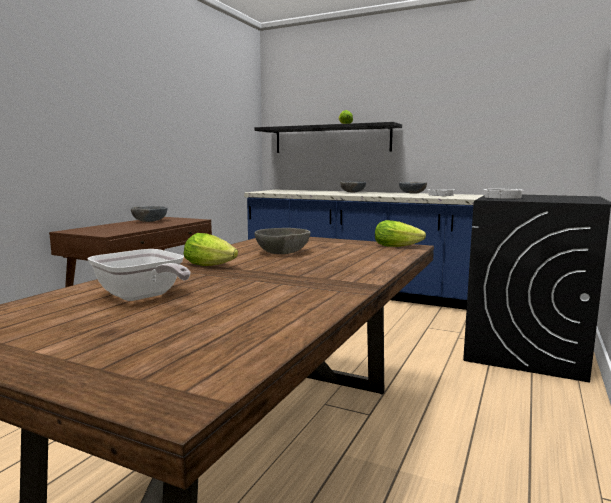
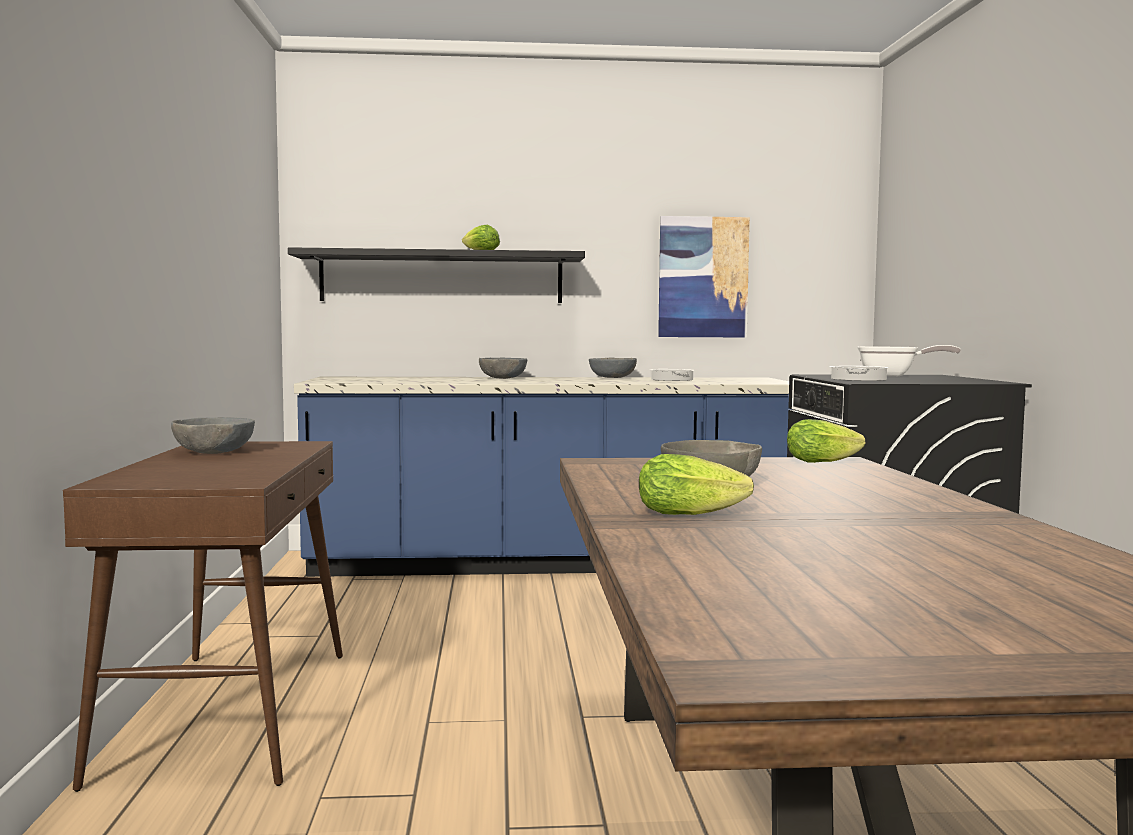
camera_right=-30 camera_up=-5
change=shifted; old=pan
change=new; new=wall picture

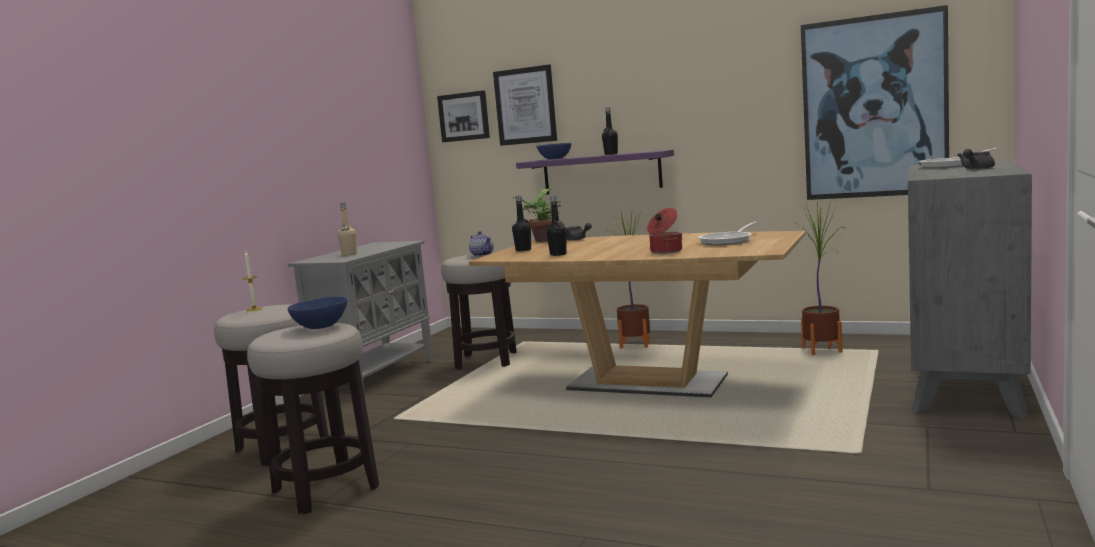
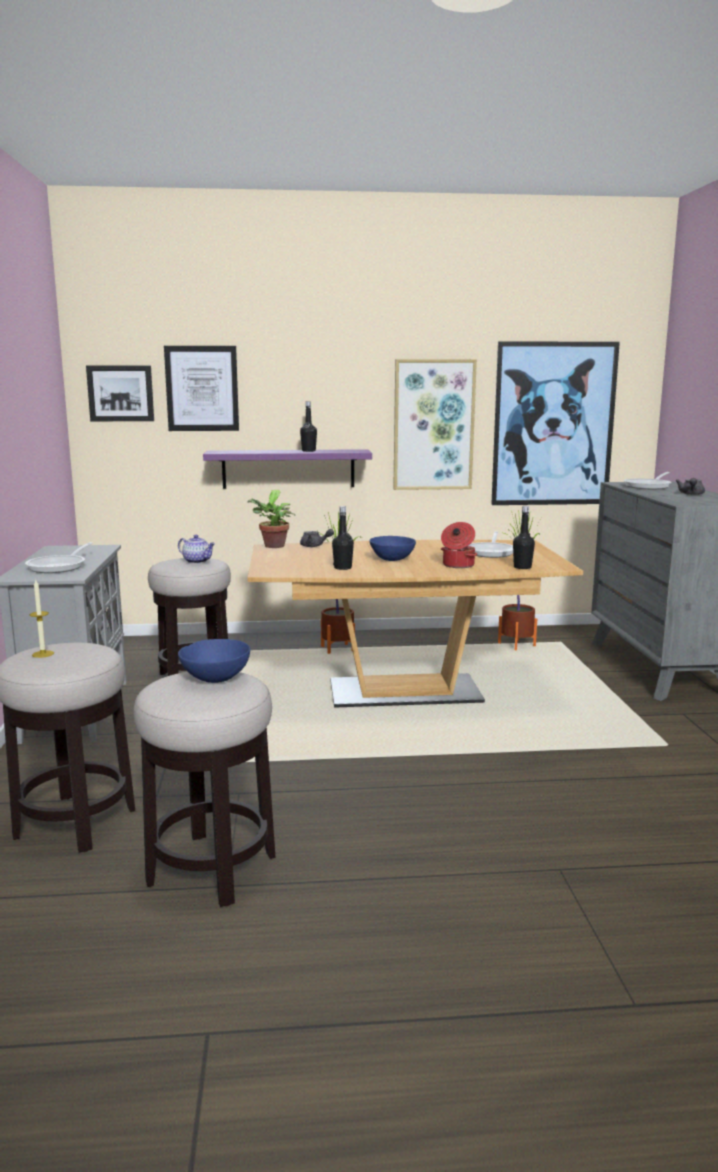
camera_right=-30 camera_up=5
change=swapped; old=beige beverage bottle; new=pan (no. 1 from left)
change=shifted; old=black beverage bottle (no. 1 from left in the first image); new=black beverage bottle (no. 3 from left)
change=shifted; old=bluish deep dish (no. 2 from left)
change=new; new=wall picture (no. 3 from left)

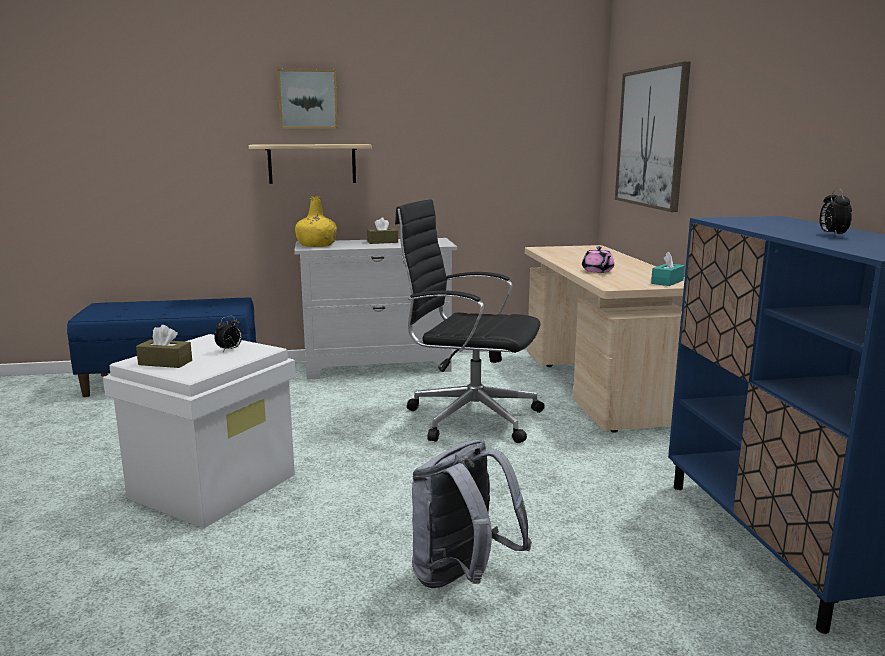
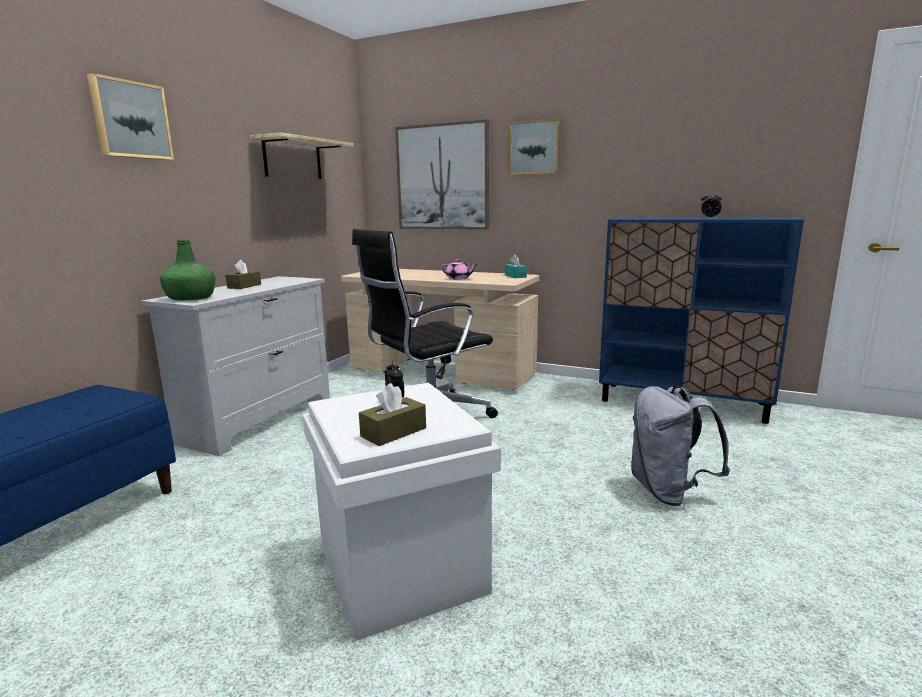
camera_right=-55 camera_up=0
change=shifted; old=shelf
change=repainted; old=yellow beverage bottle; new=greenish beverage bottle
change=new; new=wall picture (no. 3 from left)

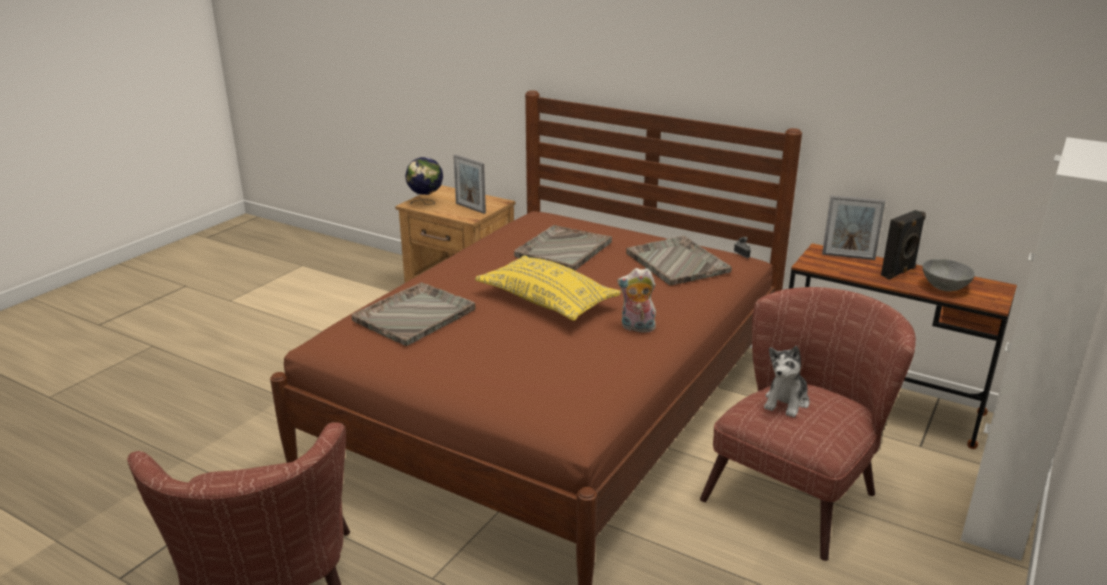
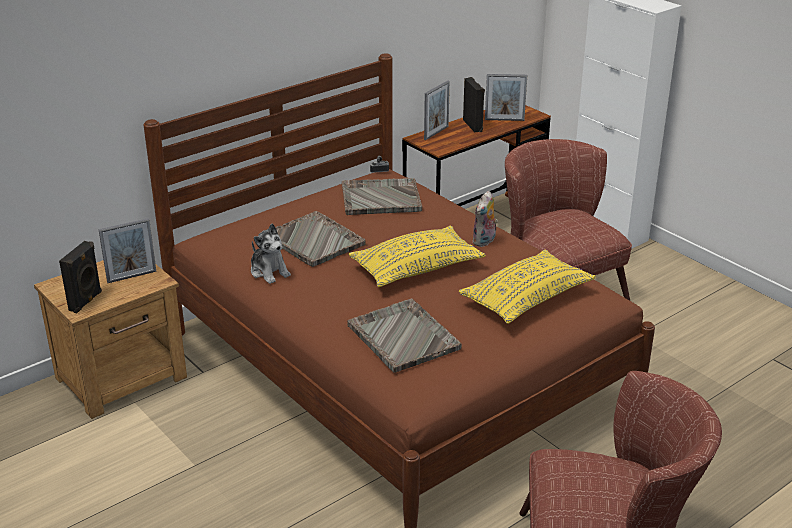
camera_right=-70 camera_up=5
change=swapped; old=world globe; new=black speaker (no. 1 from left)
change=shifted; old=cuddly toy (no. 2 from left in the first image); new=cuddly toy (no. 1 from left)
change=swapped; old=greyish deep dish; new=picture frame (no. 3 from left)
change=new; new=yellow throw pillow (no. 2 from left)

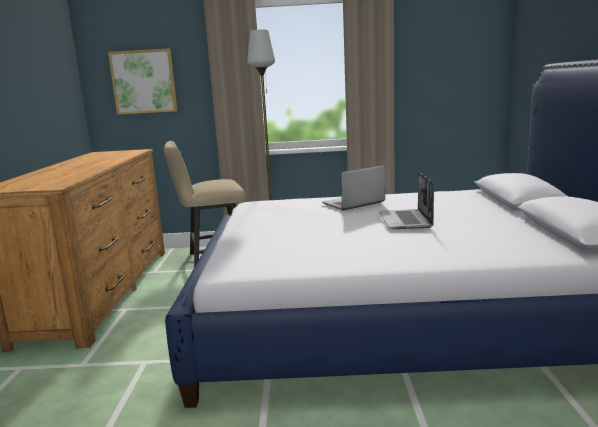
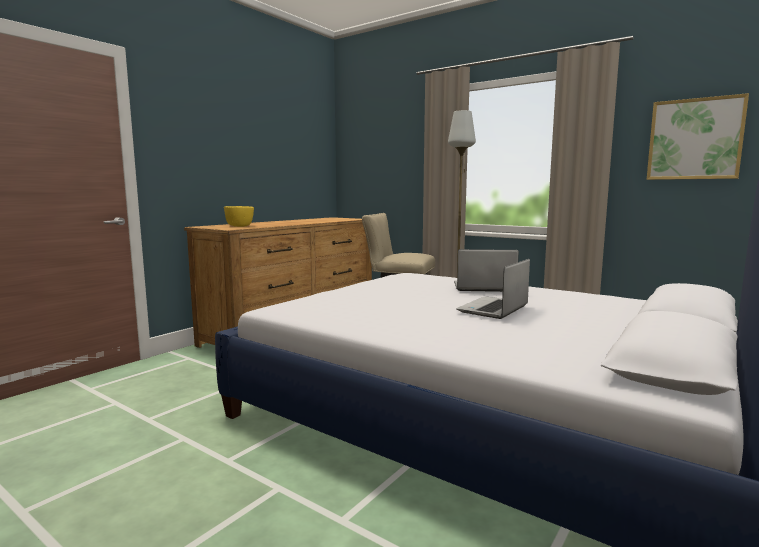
camera_right=35 camera_up=-5
change=shifted; old=wall picture
change=new; new=yellow deep dish

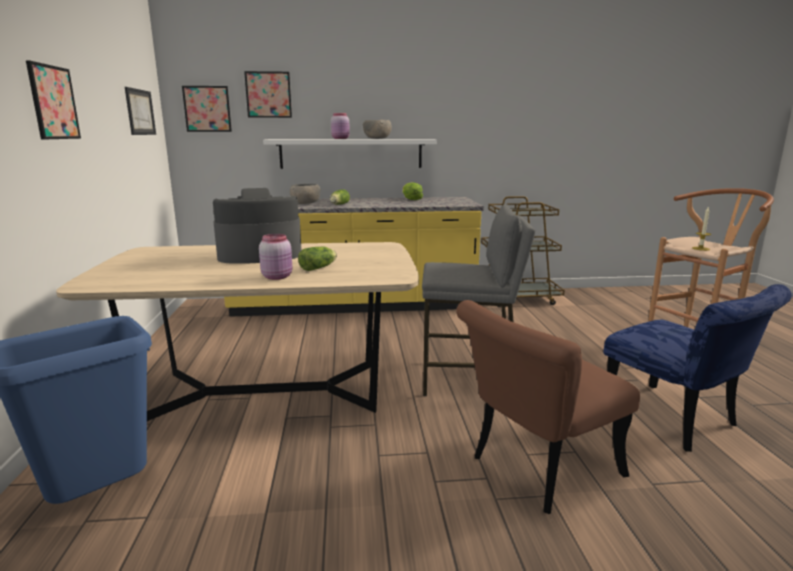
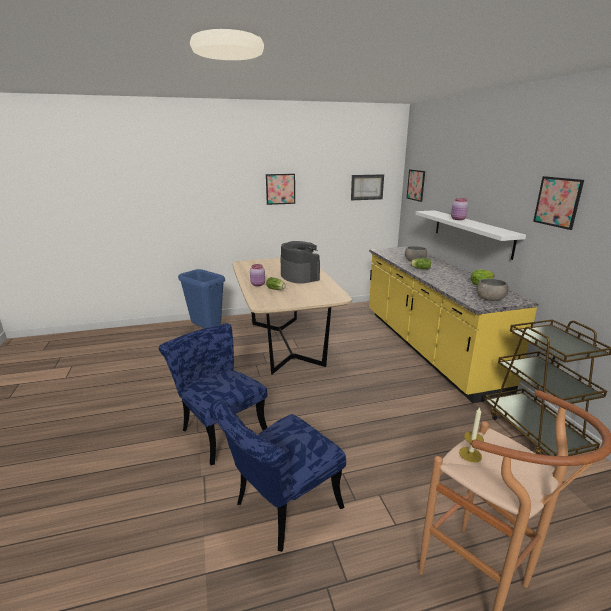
camera_right=80 camera_up=5
change=shifted; old=wall picture (no. 4 from left)
change=shifted; old=greyish deep dish (no. 2 from left)
change=gone; old=greyish stool seat
change=repainted; old=brown chair; new=bluish chair (no. 1 from left)

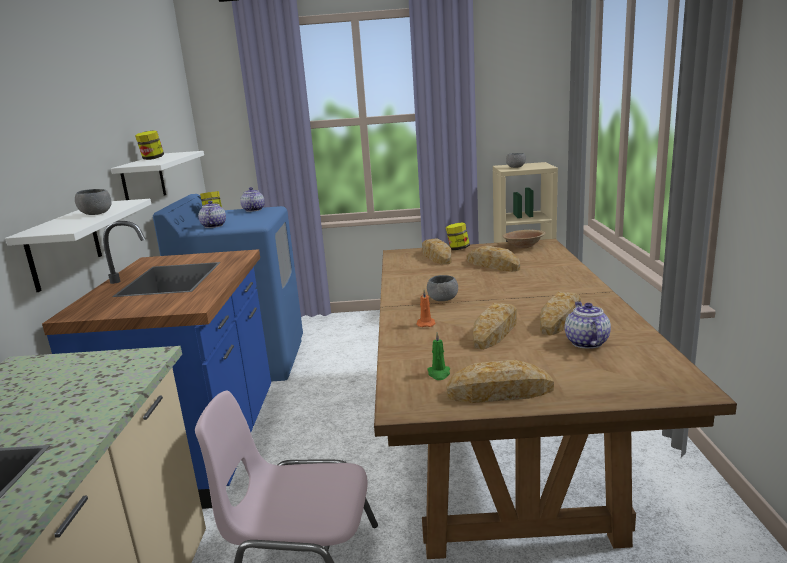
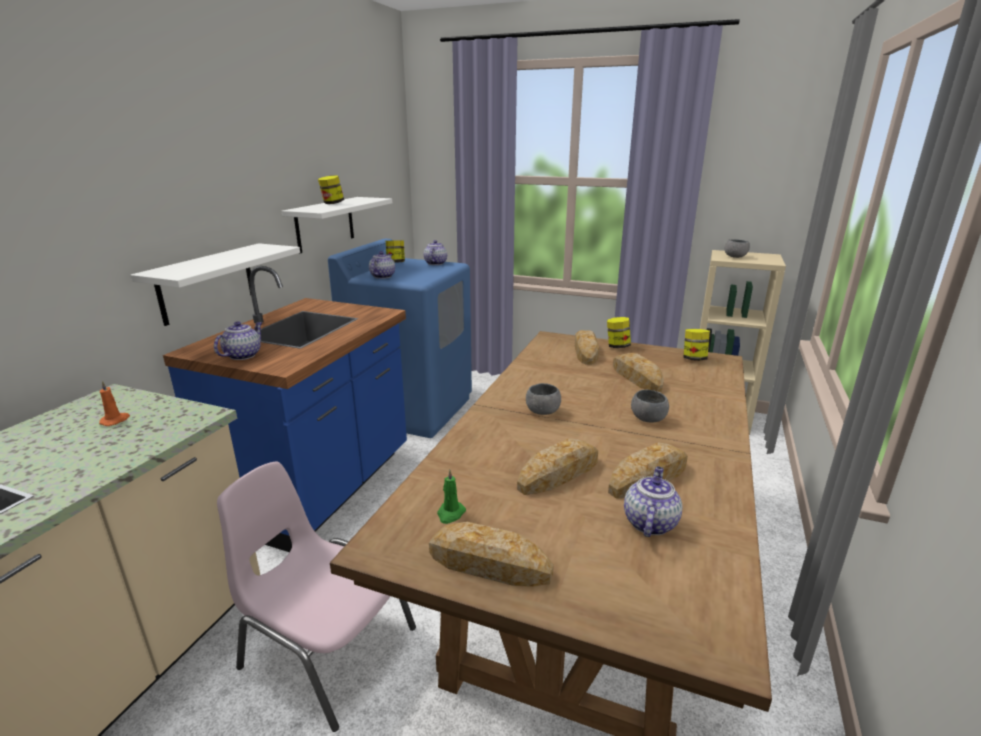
camera_right=20 camera_up=5
change=shifted; old=greyish deep dish (no. 1 from left in the first image); new=greyish deep dish (no. 2 from left)
change=shifted; old=orangey wax light
change=swapped; old=brown deep dish; new=jar (no. 4 from left)
change=new; new=tea pot (no. 1 from left)

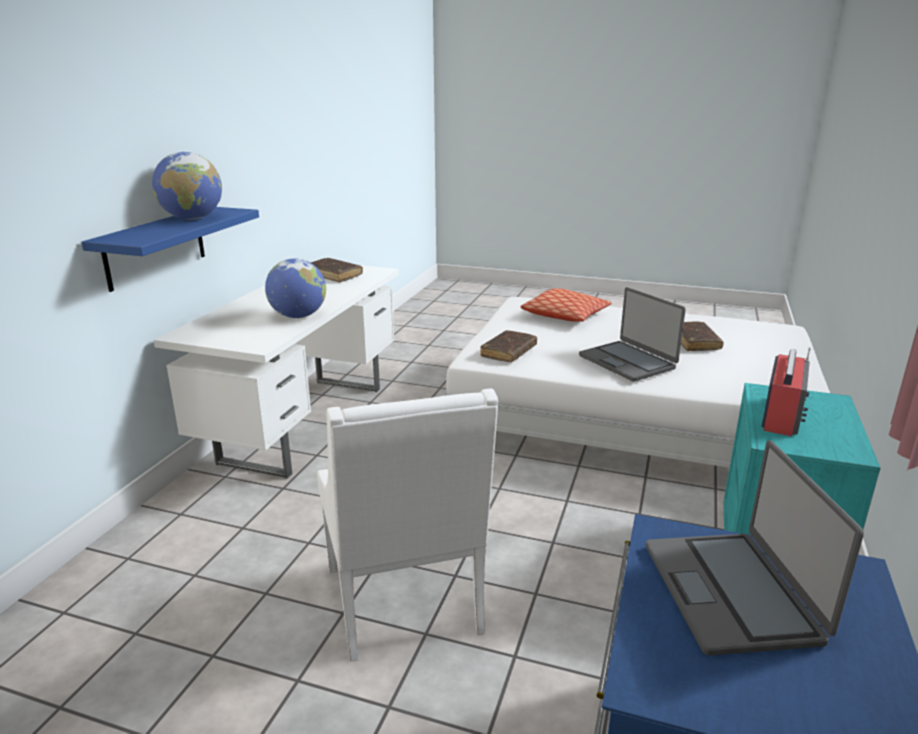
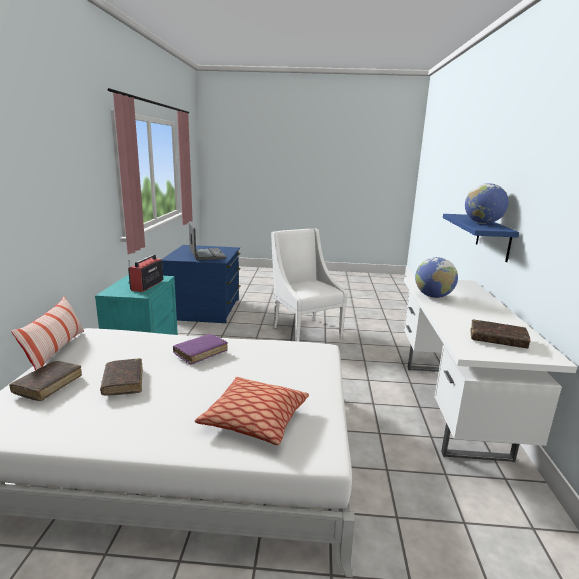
camera_right=165 camera_up=-5
change=shifted; old=brown book (no. 2 from left in the first image); new=brown book (no. 1 from left)
change=swapped; old=portable computer (no. 1 from left); new=purple-coloured book
change=new; new=throw pillow (no. 1 from left)

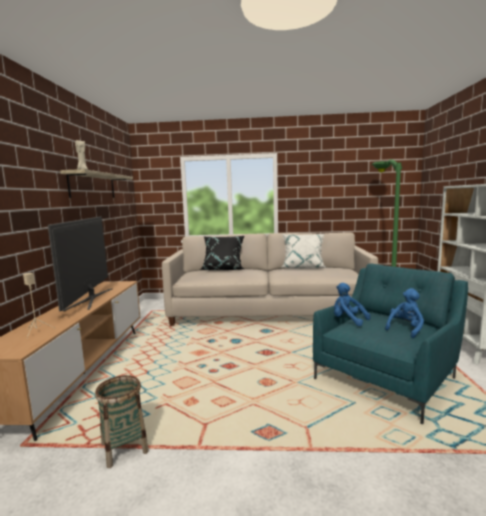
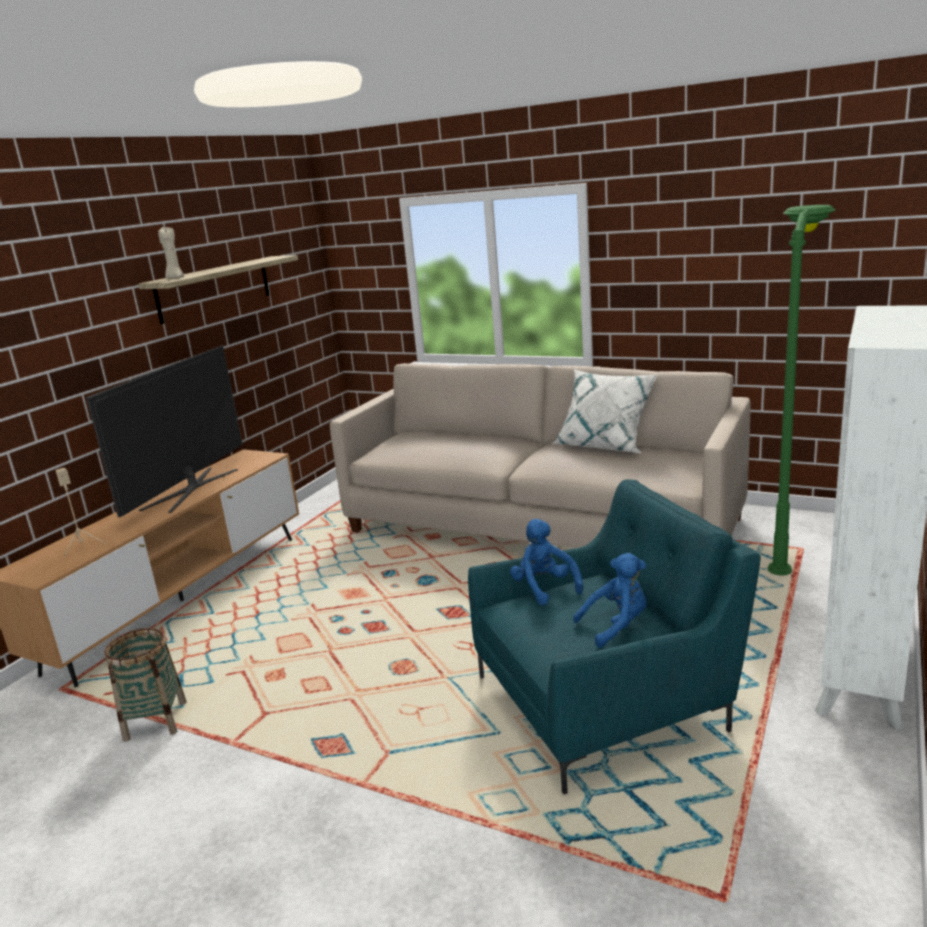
camera_right=25 camera_up=10
change=gone; old=black throw pillow

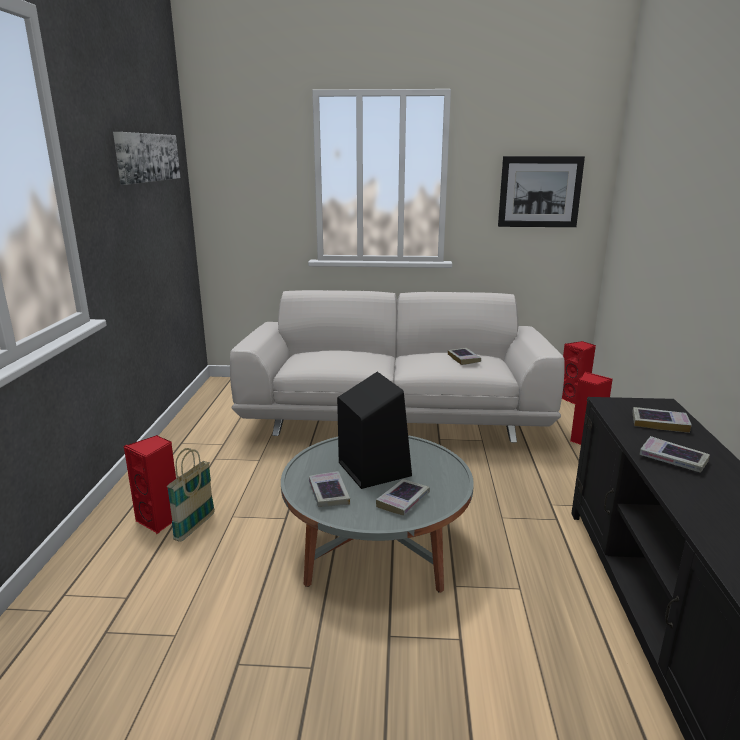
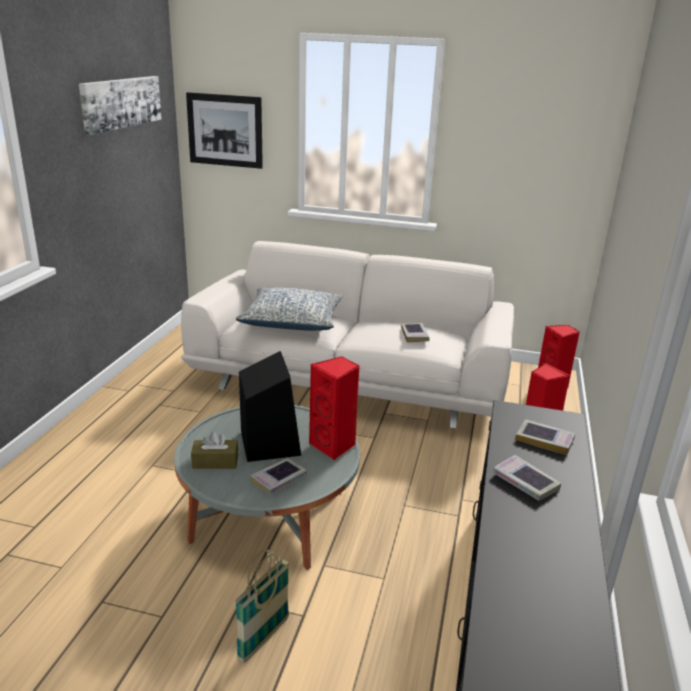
camera_right=10 camera_up=5
change=shifted; old=reddish speaker (no. 1 from left)
change=shifted; old=storage basket
change=swapped; old=book (no. 1 from left); new=brown tissue holder
change=shifted; old=wall picture (no. 2 from left)
change=new; new=throw pillow

